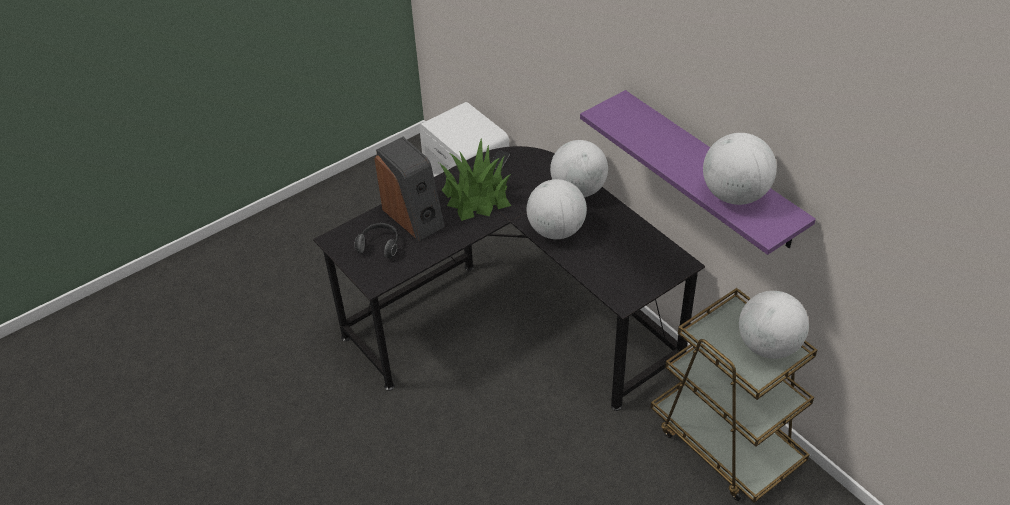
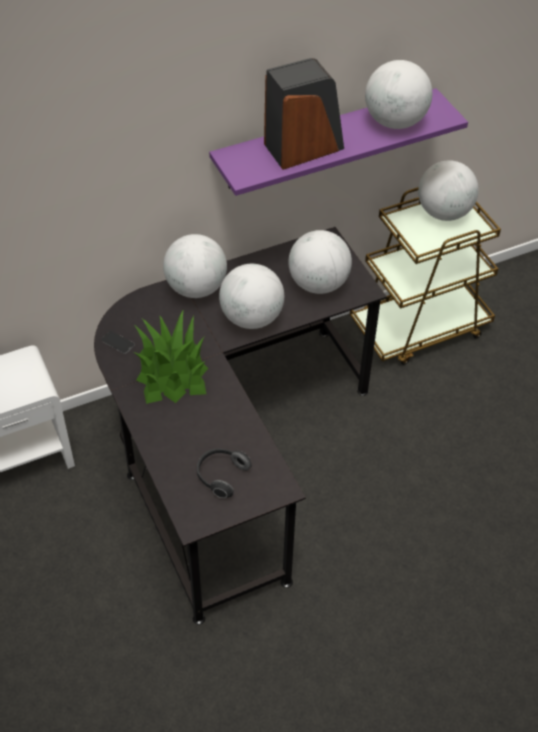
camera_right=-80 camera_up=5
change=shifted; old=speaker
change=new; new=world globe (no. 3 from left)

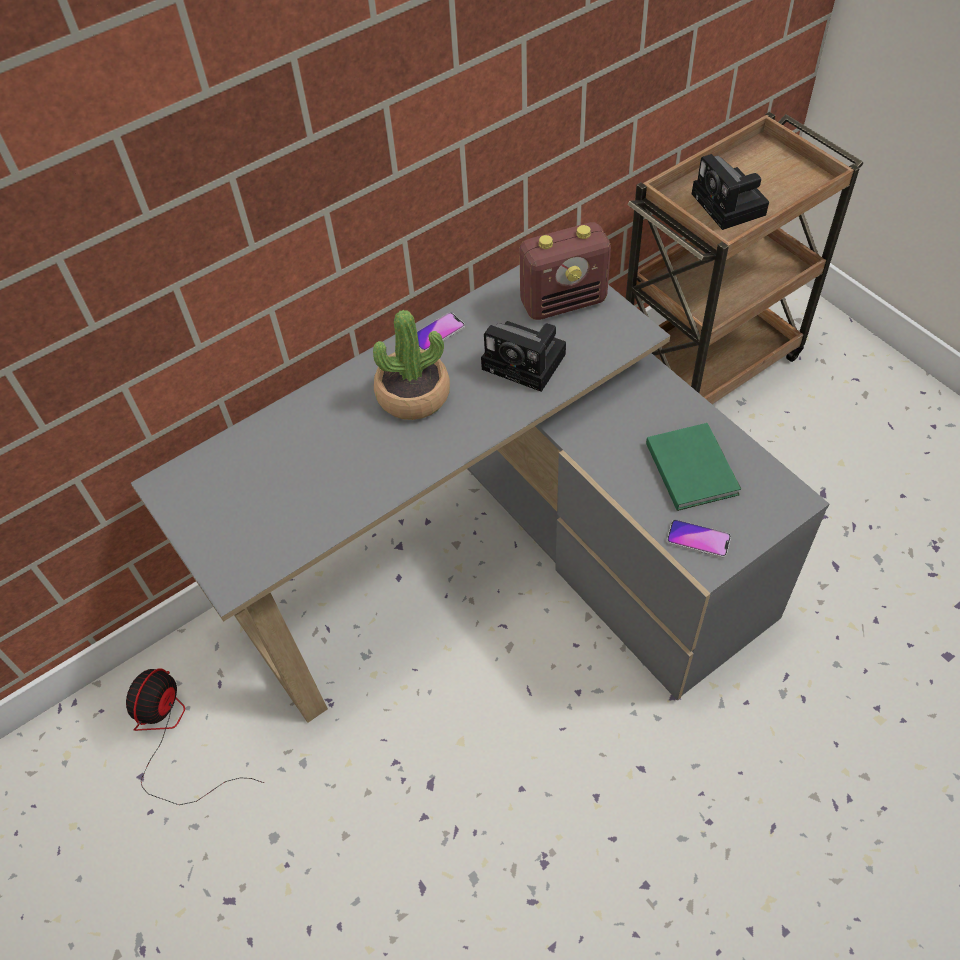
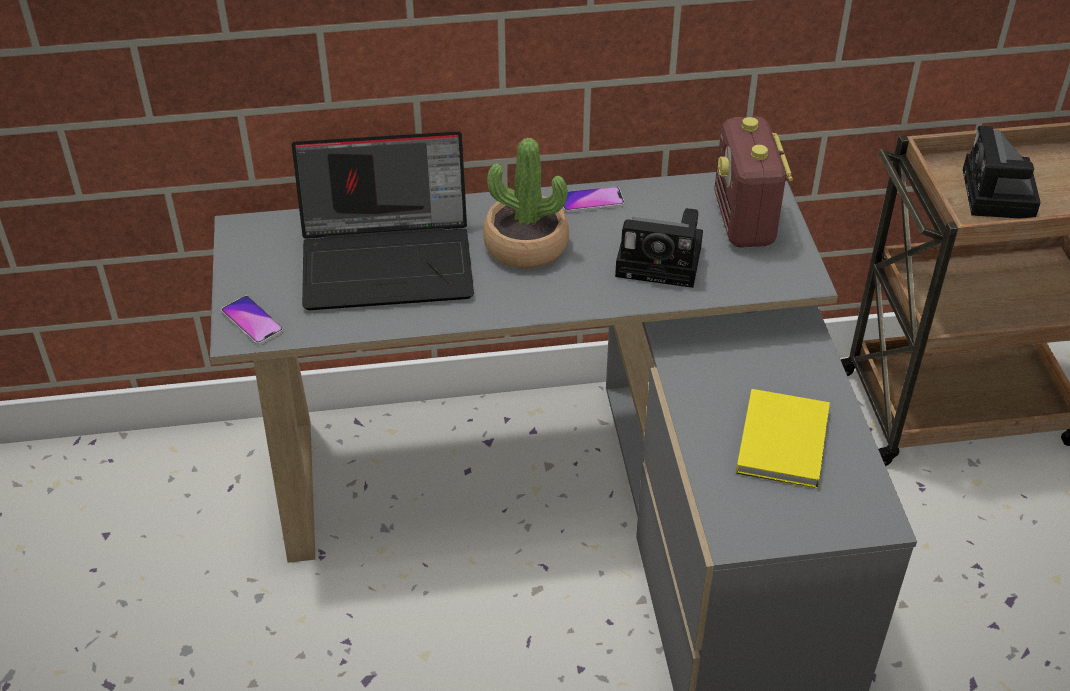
camera_right=25 camera_up=-10
change=gone; old=fan
change=rotated; old=still camera (no. 1 from left); degrees=-45
change=rotated; old=radio set; degrees=75
change=repainted; old=greenish book; new=yellow book
change=shifted; old=telephone (no. 2 from left in the first image); new=telephone (no. 1 from left)
change=new; new=portable computer

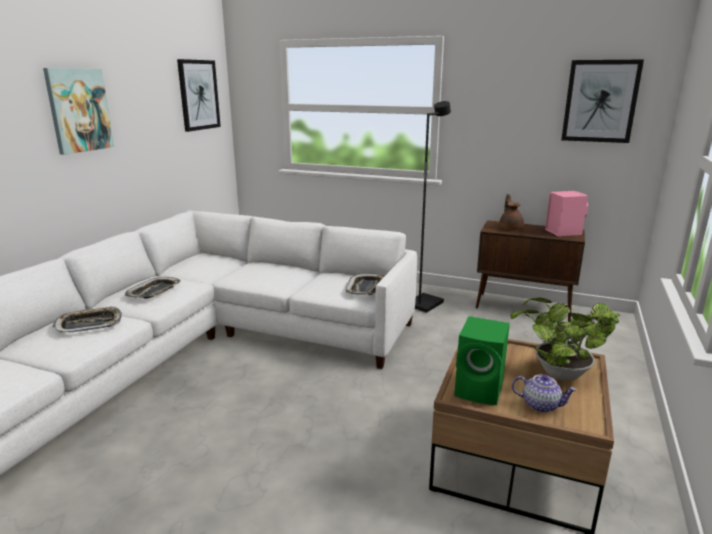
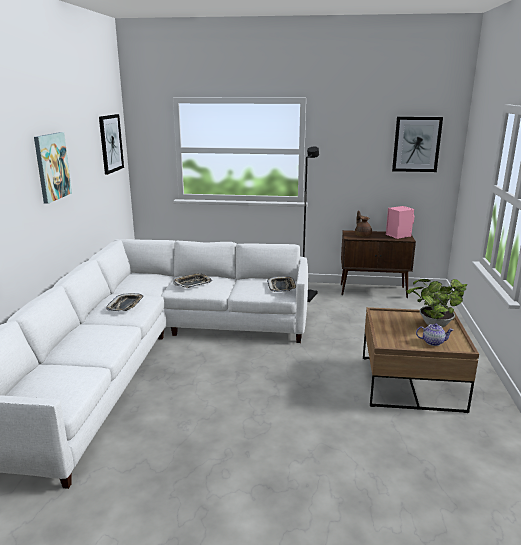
camera_right=-15 camera_up=0
change=shifted; old=serving tray (no. 1 from left in the first image); new=serving tray (no. 2 from left)
change=gone; old=greenish speaker

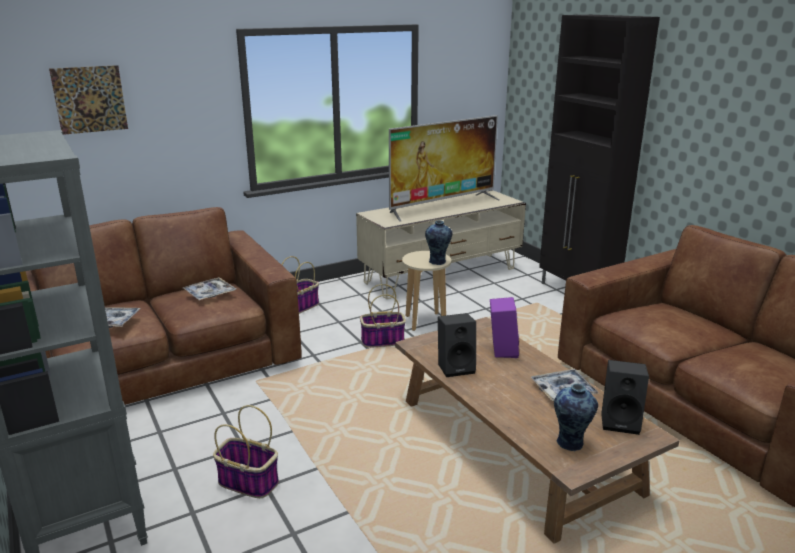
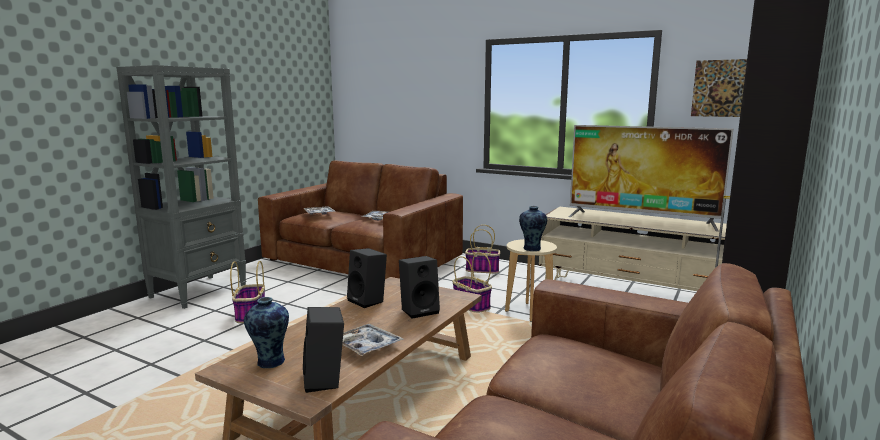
camera_right=60 camera_up=-10
change=shifted; old=wall picture
change=repainted; old=purple-coloured speaker; new=black speaker (no. 3 from left)

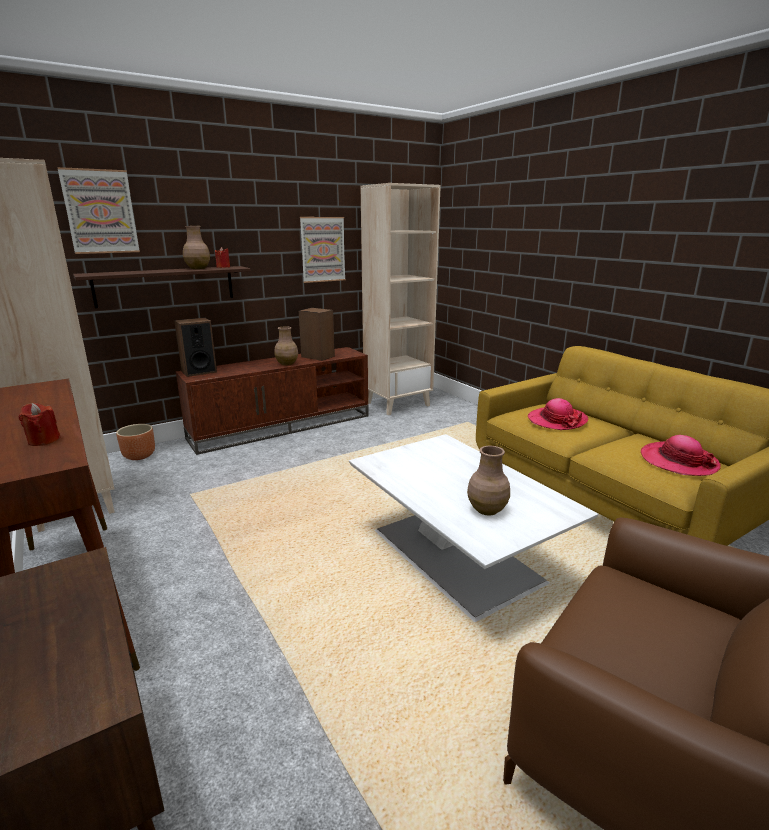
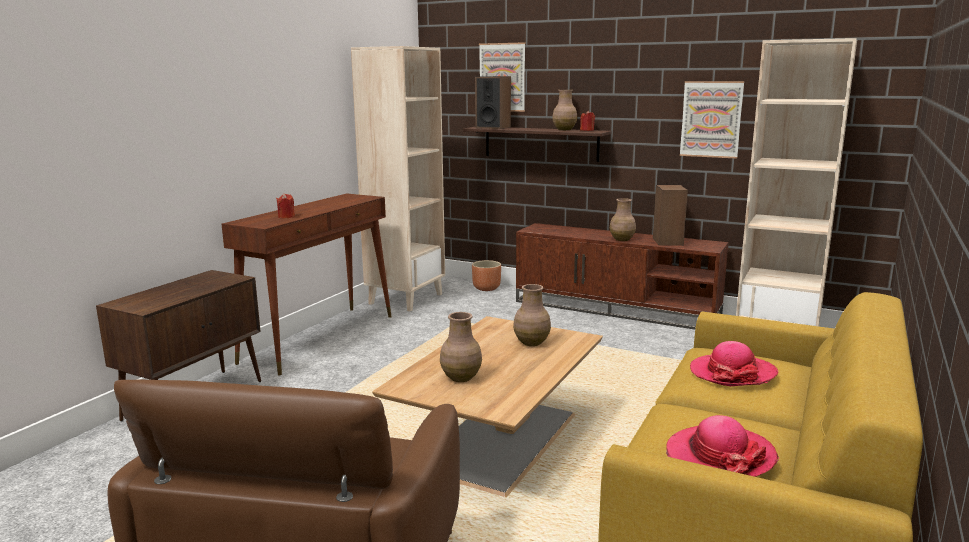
camera_right=60 camera_up=-5
change=shifted; old=speaker (no. 1 from left)
change=repainted; old=white lounge table; new=brown lounge table
change=new; new=brown decorative vase (no. 2 from left)

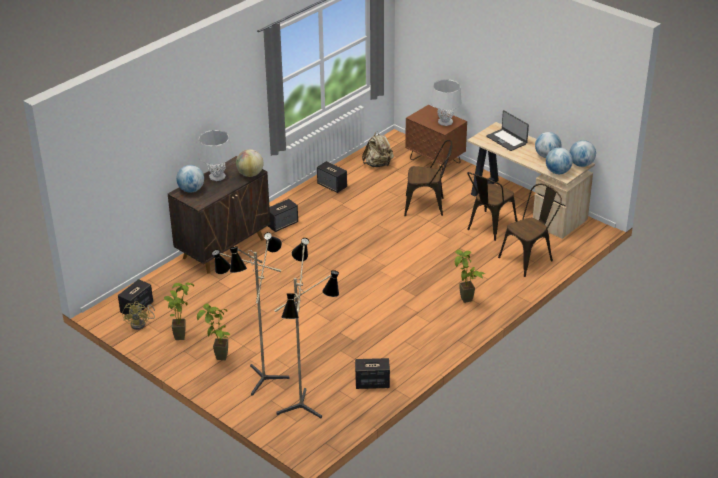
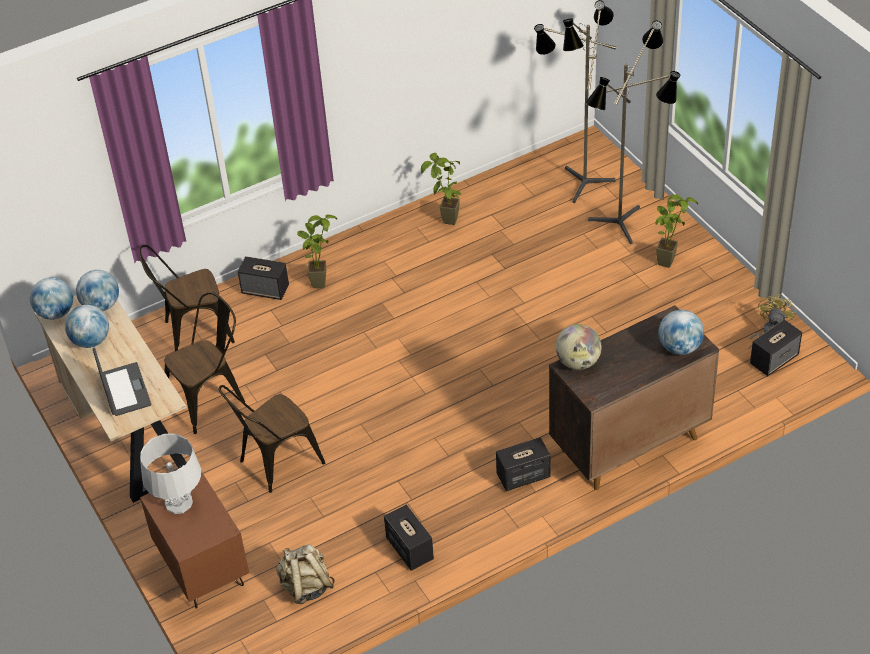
camera_right=-160 camera_up=10
change=shifted; old=potted plant (no. 1 from left in the first image); new=potted plant (no. 2 from left)
change=gone; old=greyish lamp for a table (no. 1 from left)
change=shifted; old=speaker (no. 4 from left in the first image); new=speaker (no. 1 from left)
change=rotated; old=brown chair (no. 1 from left in the first image); degrees=-60

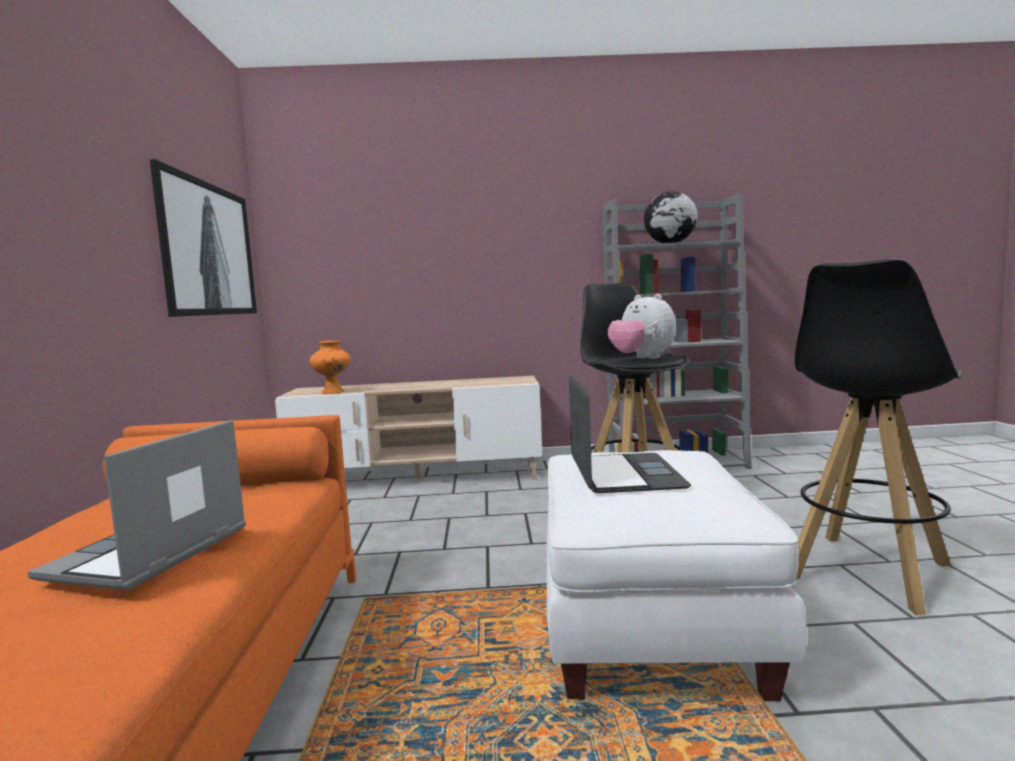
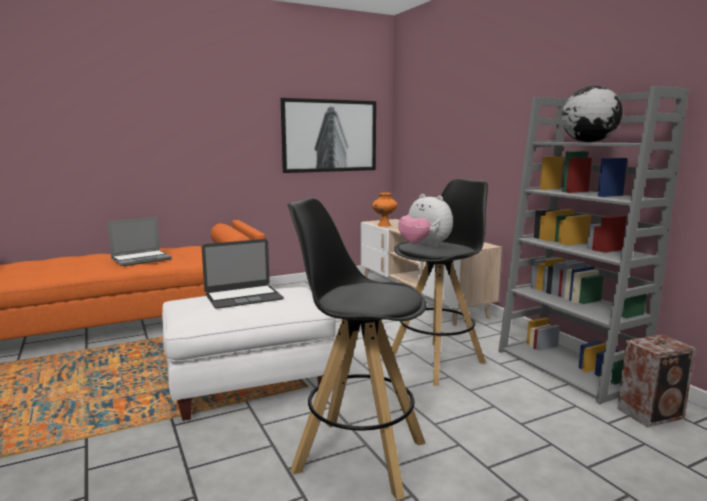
camera_right=65 camera_up=5
change=rotated; old=portable computer (no. 1 from left); degrees=150
change=rotated; old=cuddly toy; degrees=-75
change=new; new=speaker

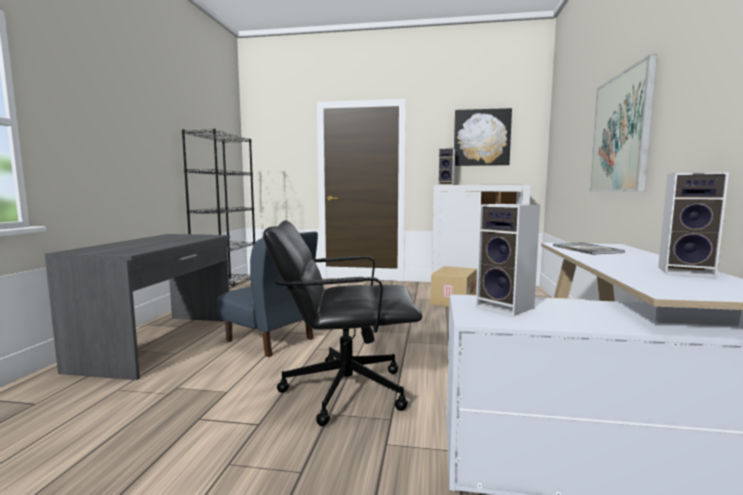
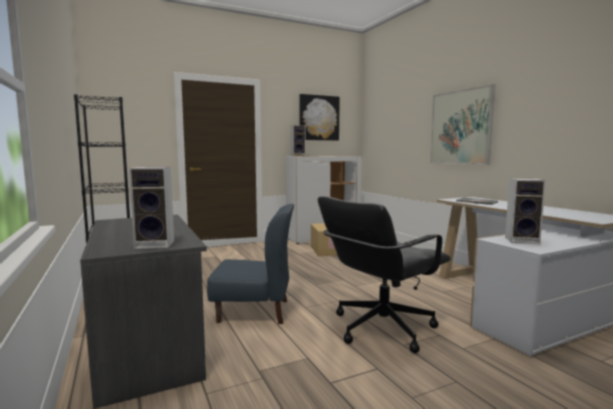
camera_right=-35 camera_up=0
change=shifted; old=speaker (no. 3 from left in the first image); new=speaker (no. 1 from left)

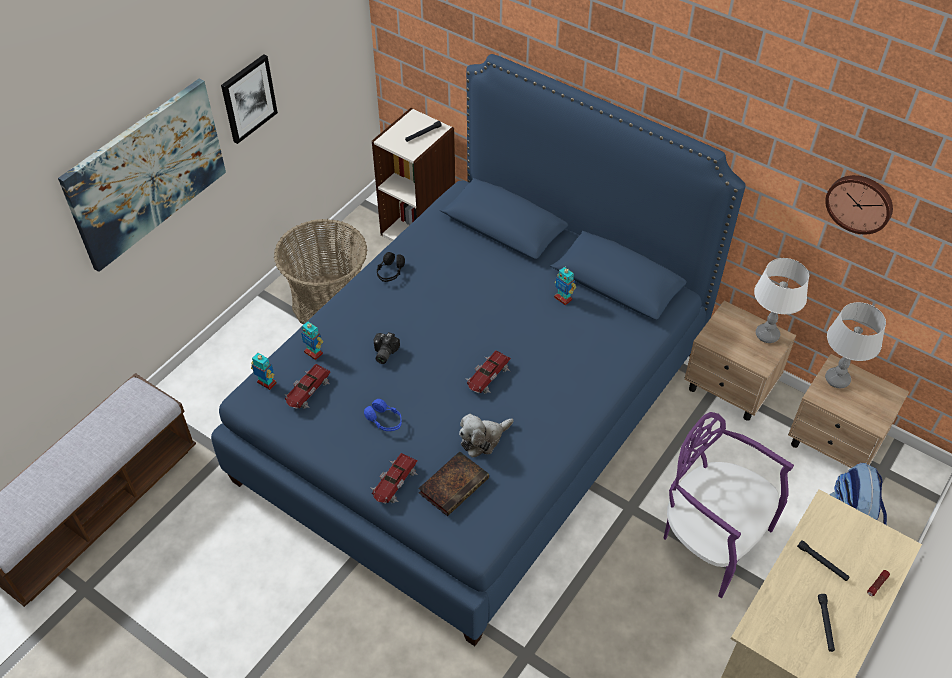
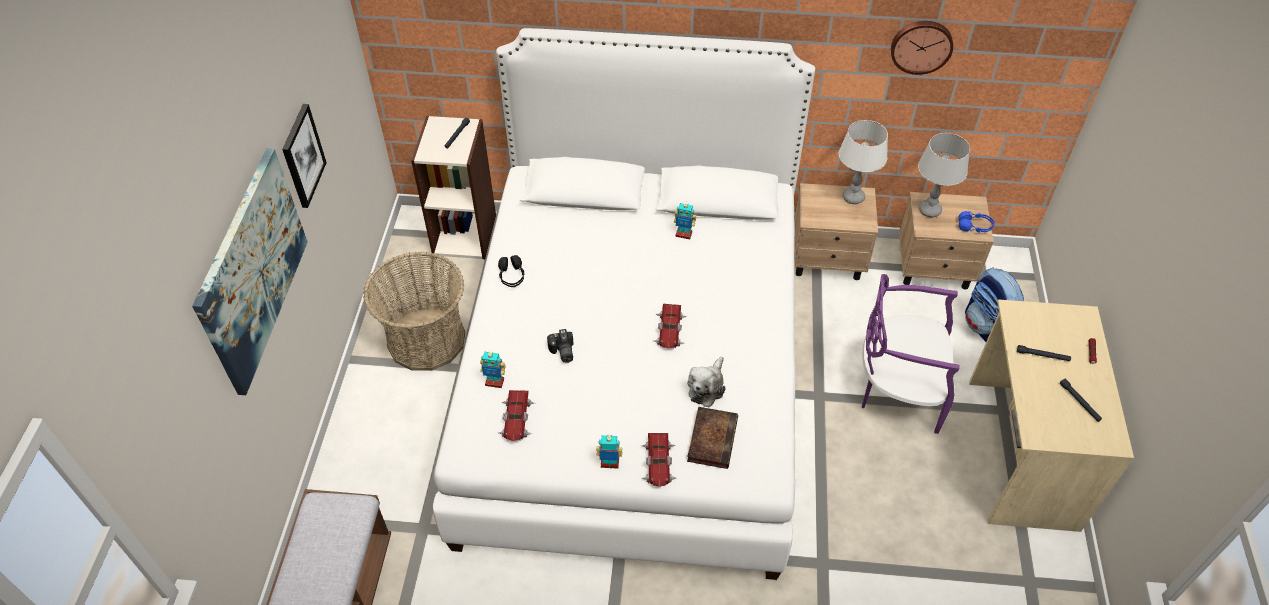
camera_right=-30 camera_up=0
change=repainted; old=bluish bed; new=white bed
change=shifted; old=robot figure (no. 1 from left in the first image); new=robot figure (no. 2 from left)
change=shifted; old=bluish headset

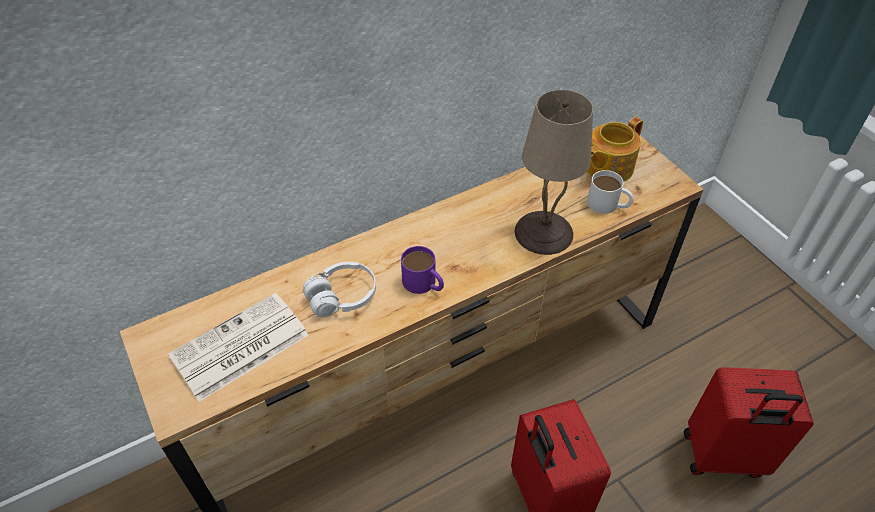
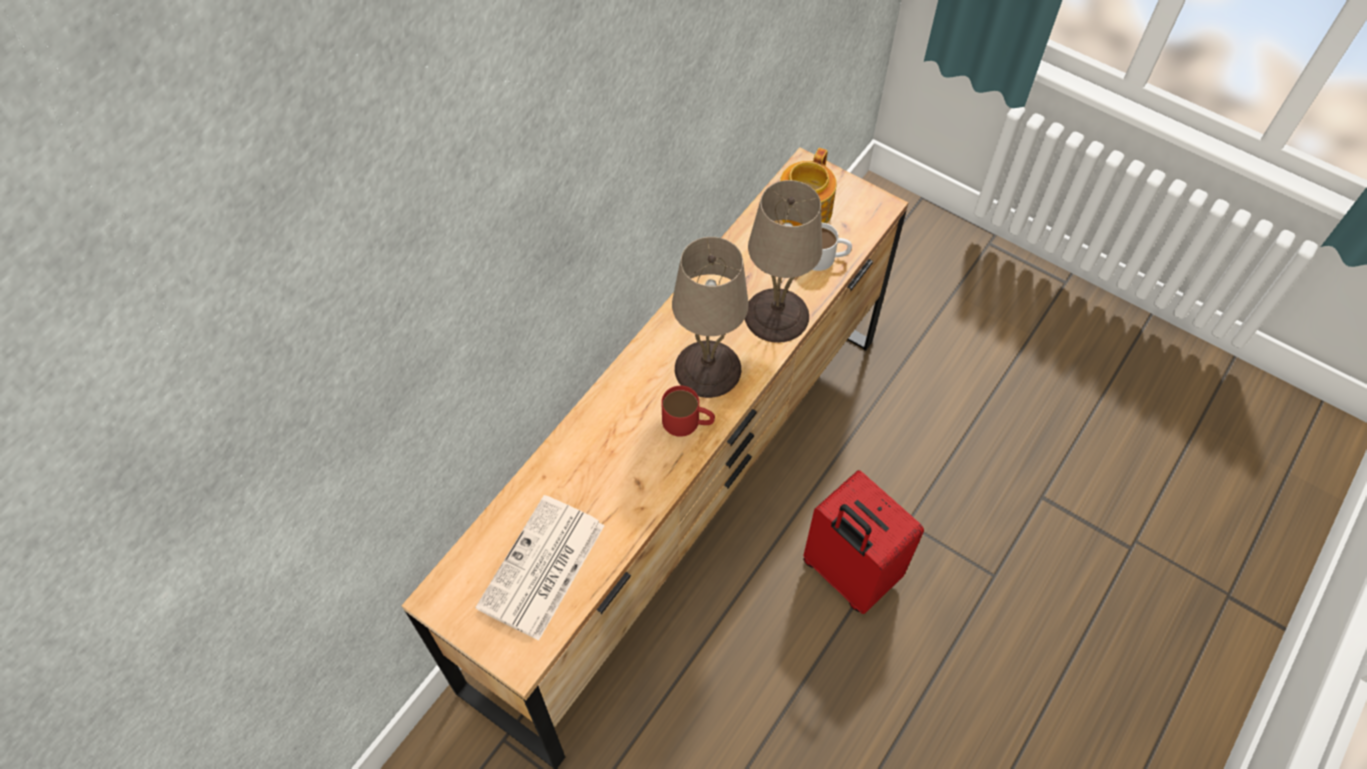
camera_right=-25 camera_up=10
change=gone; old=white headset
change=repainted; old=purple-coloured tea mug; new=reddish tea mug
change=gone; old=reddish suitcase (no. 2 from left)
change=new; new=beige lamp for a table (no. 1 from left)

